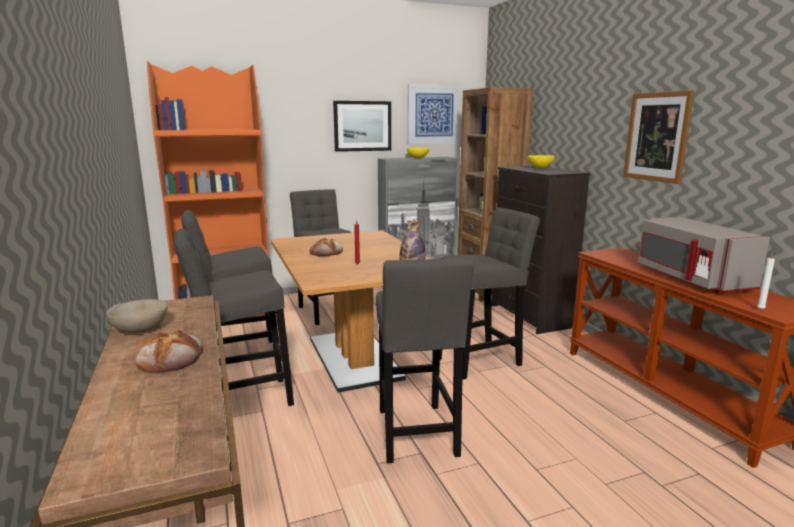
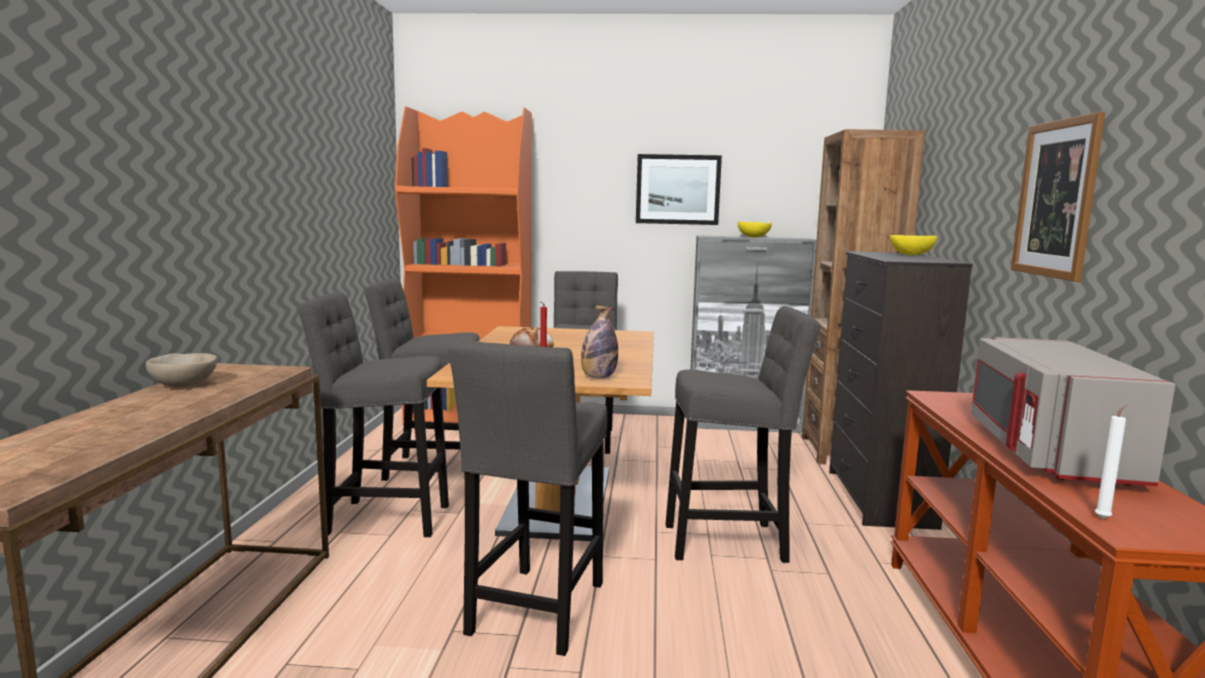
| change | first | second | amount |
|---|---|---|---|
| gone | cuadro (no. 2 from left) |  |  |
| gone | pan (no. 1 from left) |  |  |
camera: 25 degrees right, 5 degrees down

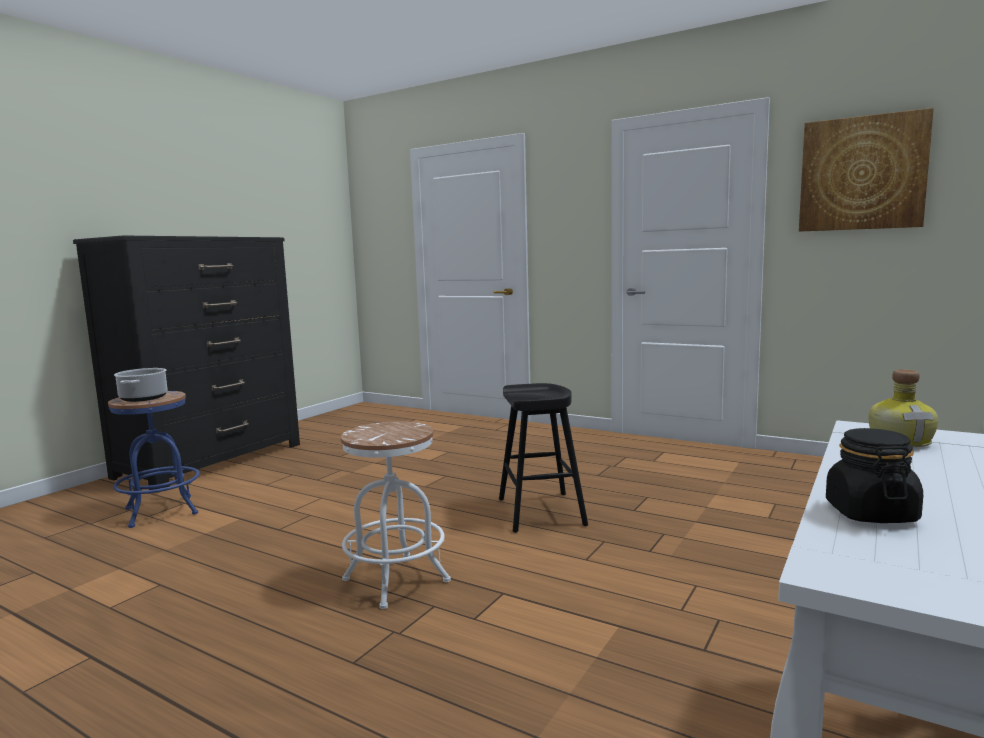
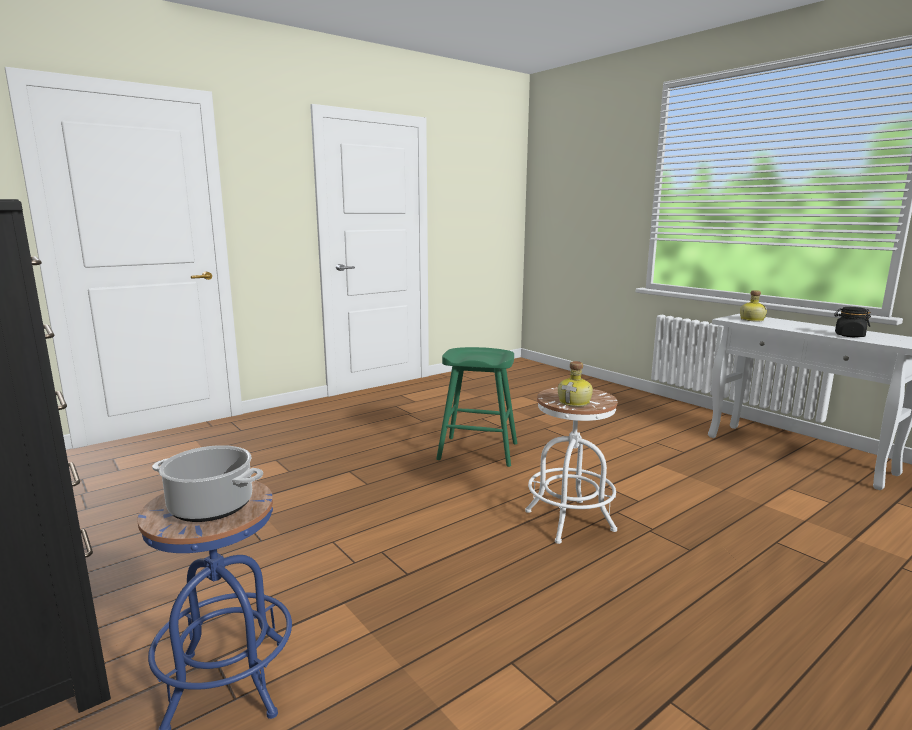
| change | first | second | amount |
|---|---|---|---|
| gone | cuadro |  |  |
| repainted | taburete/negro | taburete/verde |  |
| new |  | botella (no. 1 from left) |  |
camera: 70 degrees left, 5 degrees up

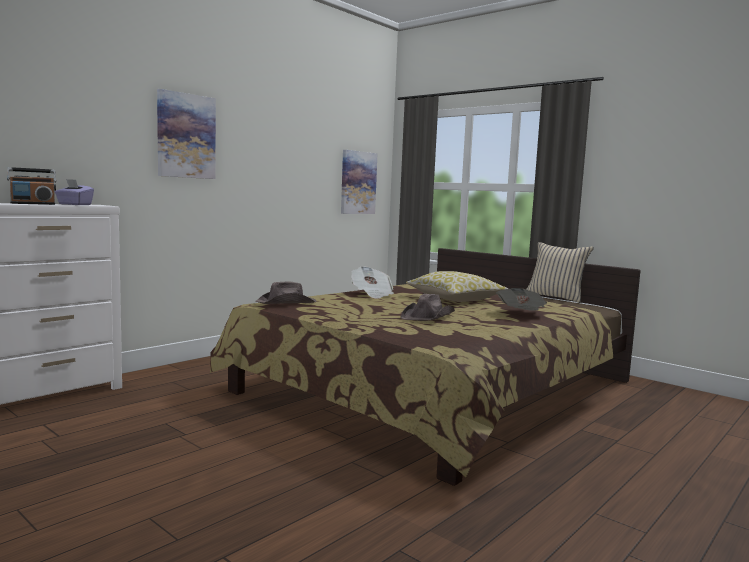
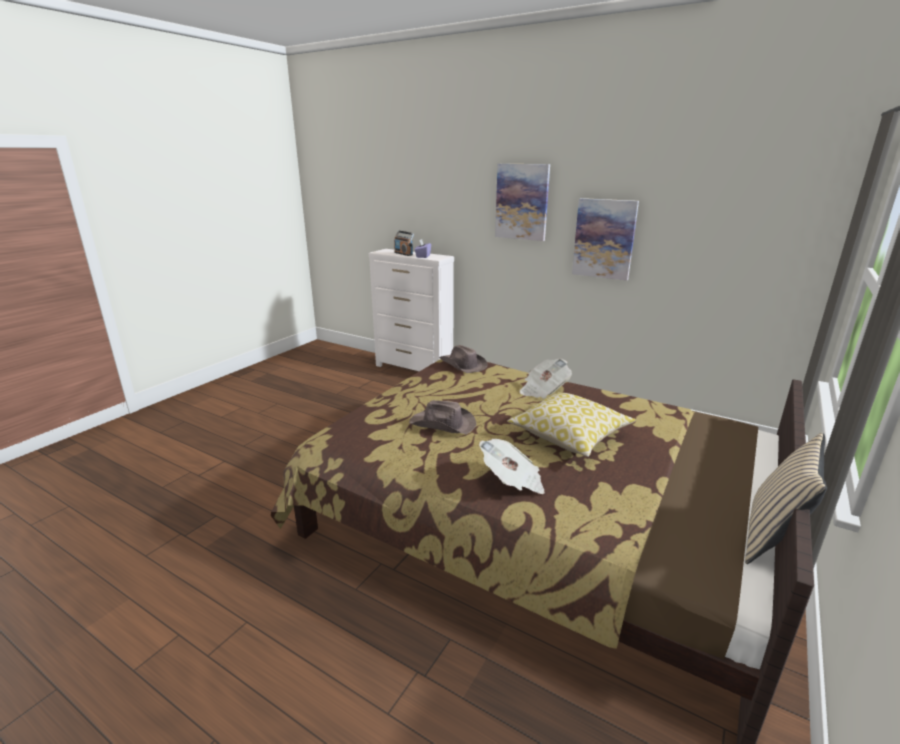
| change | first | second | amount |
|---|---|---|---|
| shifted | cuadro (no. 2 from left) |  |  |
camera: 80 degrees right, 15 degrees up

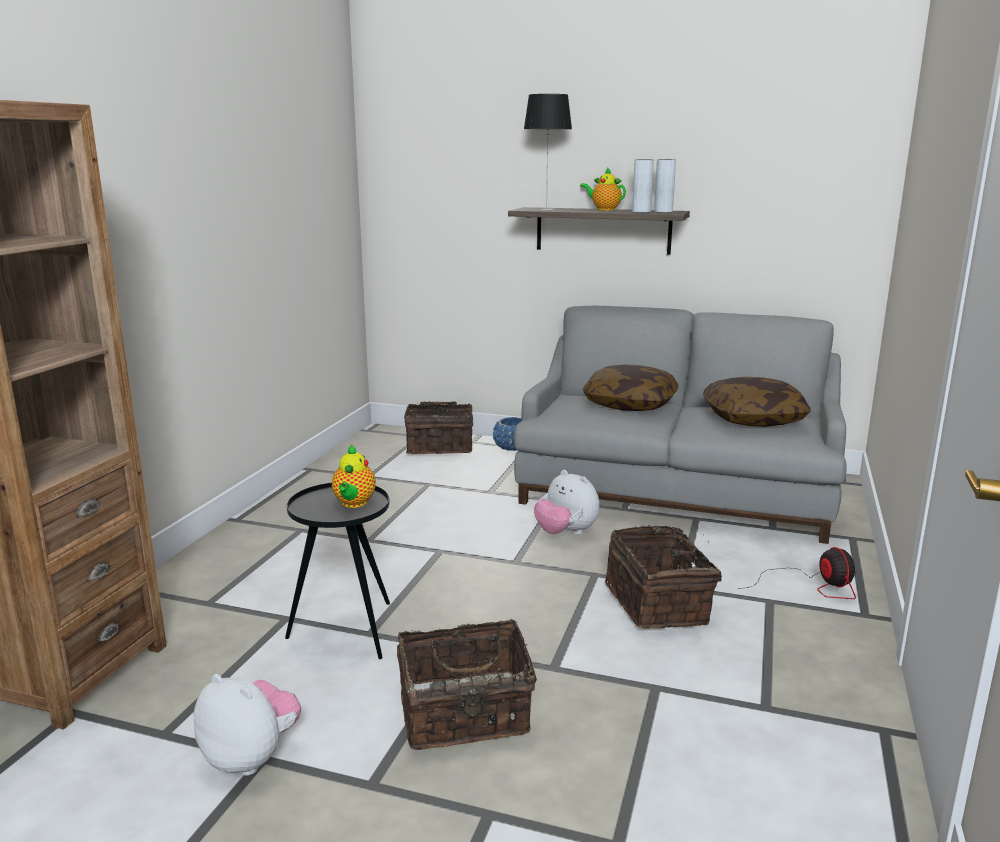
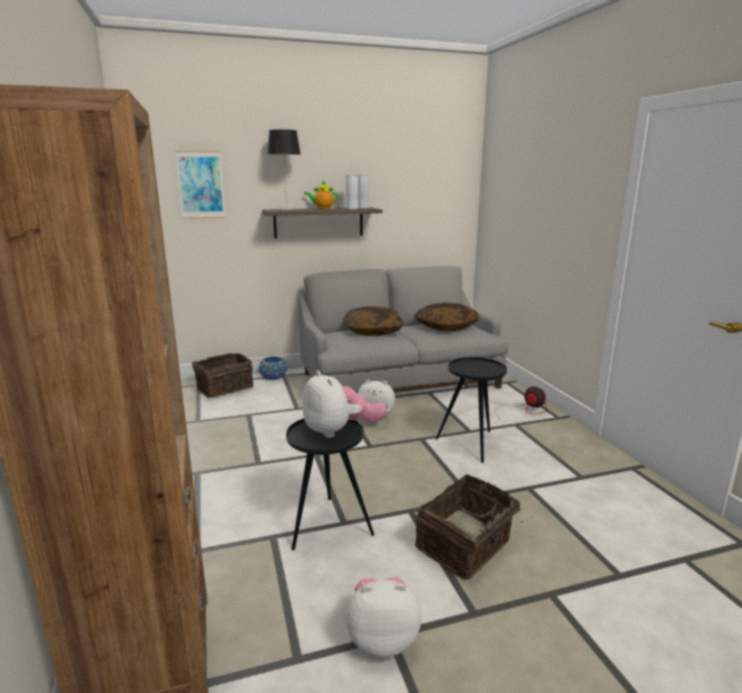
| change | first | second | amount |
|---|---|---|---|
| swapped | tetera (no. 1 from left) | peluche (no. 1 from left) |  |
| swapped | cesta (no. 3 from left) | mesa auxiliar/negro (no. 2 from left) |  |
| new |  | cuadro |  |
camera: 35 degrees left, 0 degrees up

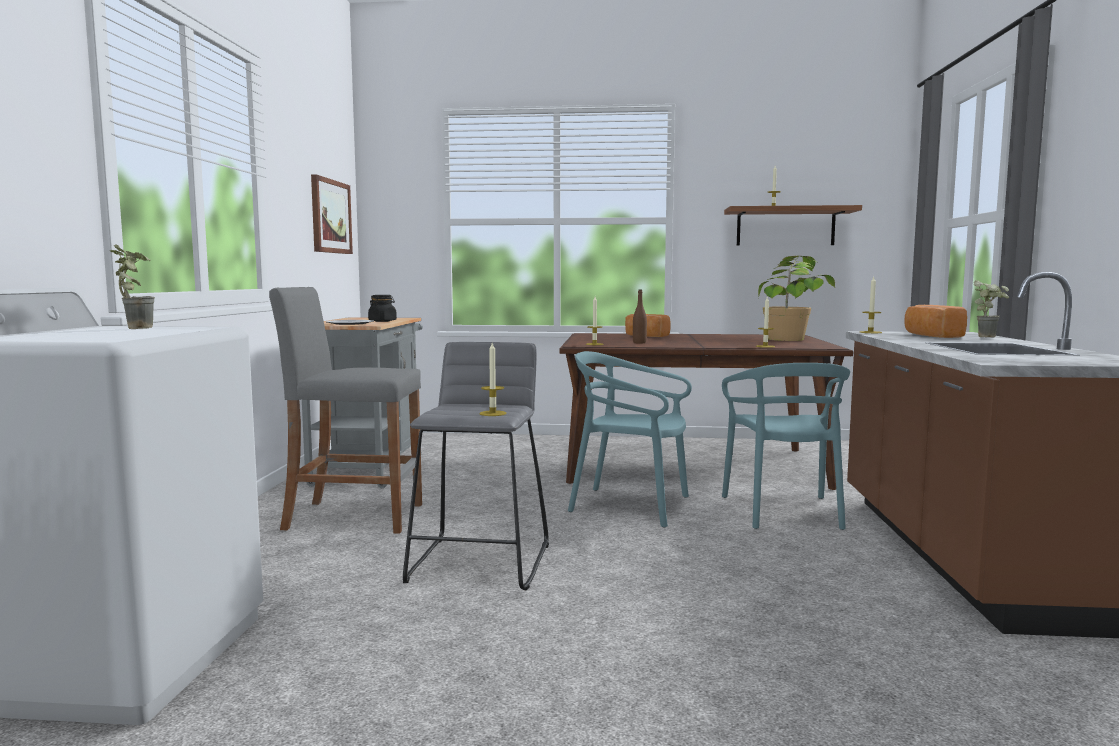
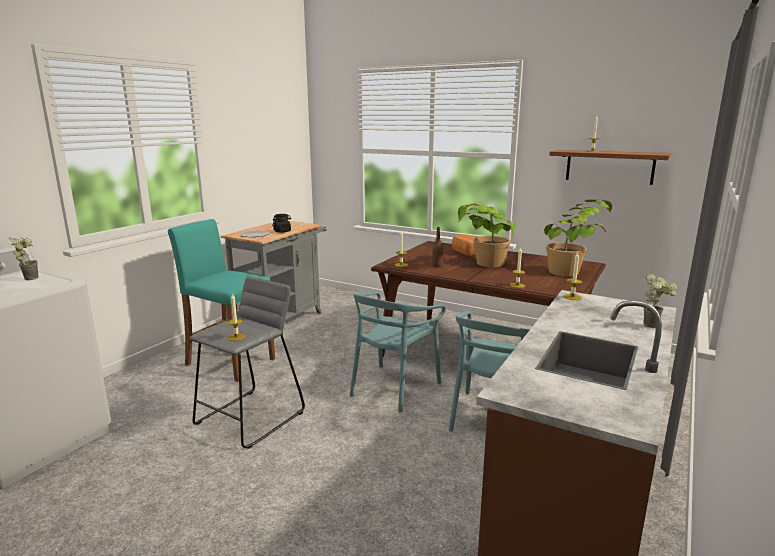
| change | first | second | amount |
|---|---|---|---|
| gone | cuadro |  |  |
| repainted | taburete/gris (no. 1 from left) | taburete/turquesa |  |
| gone | pan (no. 2 from left) |  |  |
| rotated | silla/turquesa (no. 1 from left) |  | 105 degrees counterclockwise |
| new |  | planta en maceta (no. 2 from left) |  |
camera: 25 degrees right, 10 degrees up

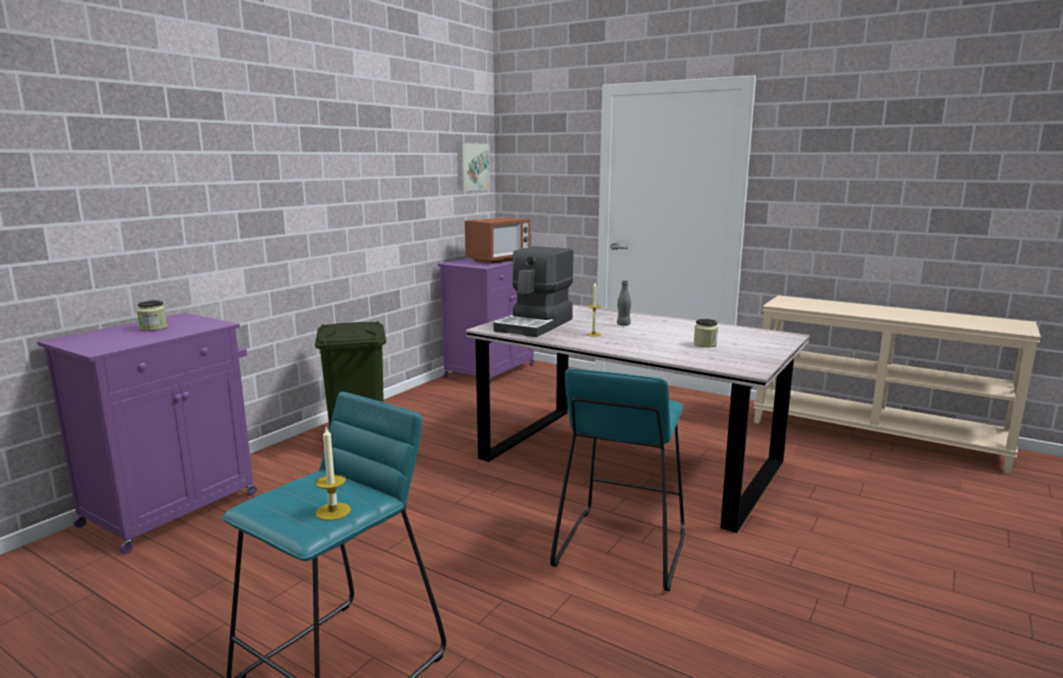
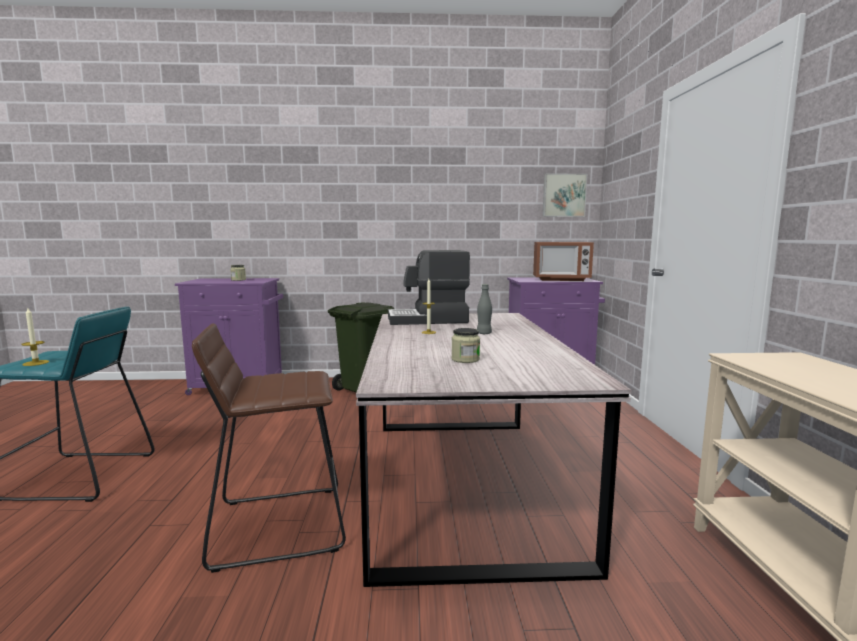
| change | first | second | amount |
|---|---|---|---|
| repainted | taburete/turquesa (no. 2 from left) | taburete/marrón |  |
camera: 55 degrees right, 5 degrees down

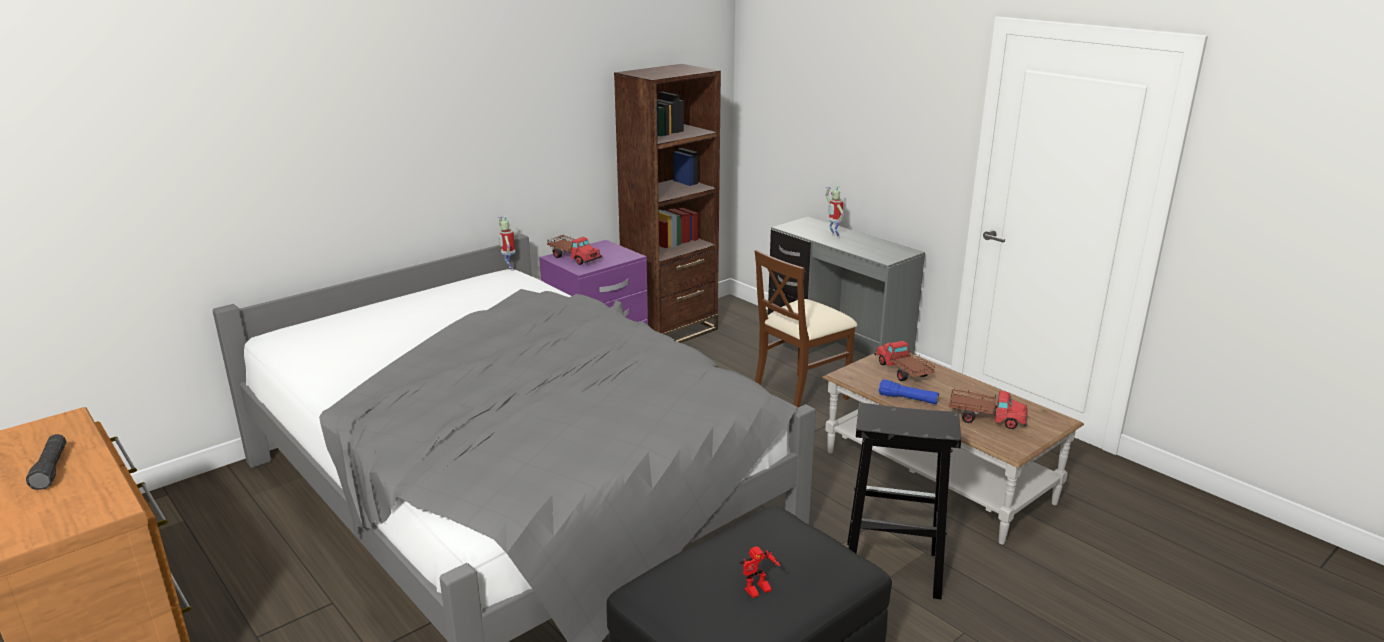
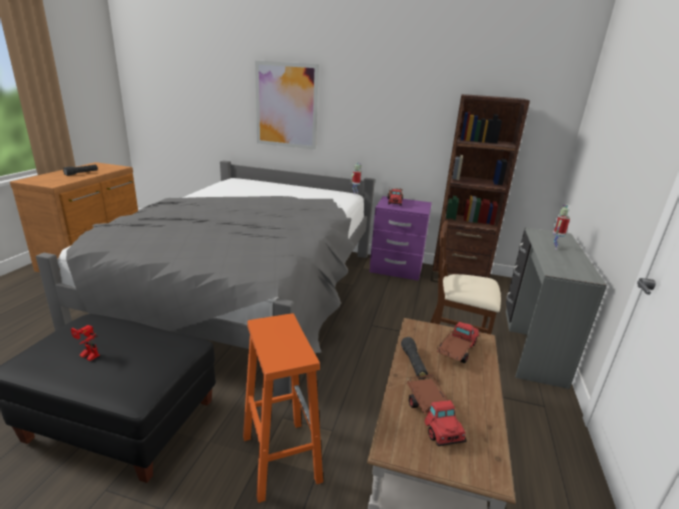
| change | first | second | amount |
|---|---|---|---|
| repainted | linterna/azul | linterna/negro (no. 2 from left) |  |
| repainted | taburete/negro | taburete/naranja |  |
| new |  | cuadro |  |
camera: 55 degrees right, 0 degrees up

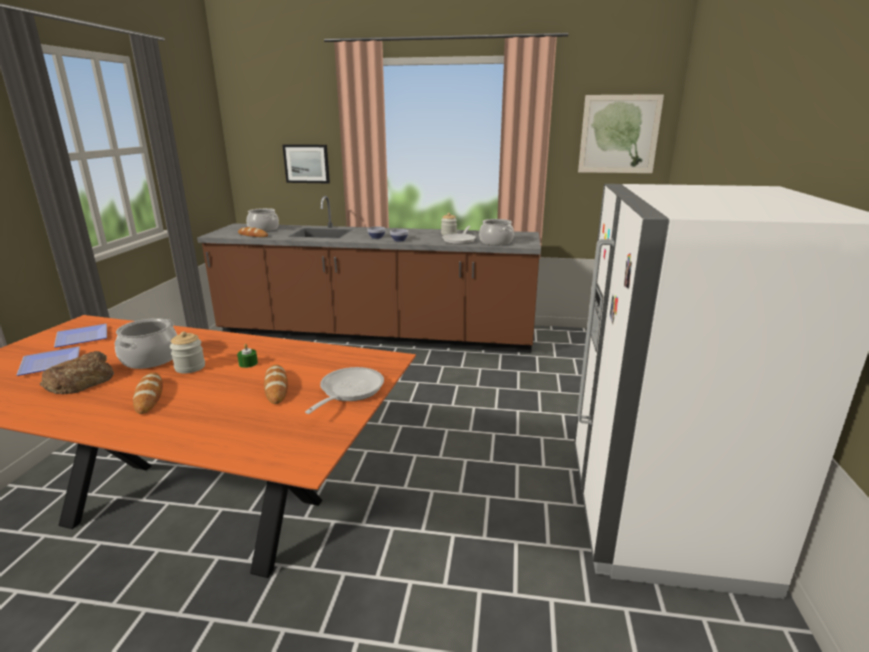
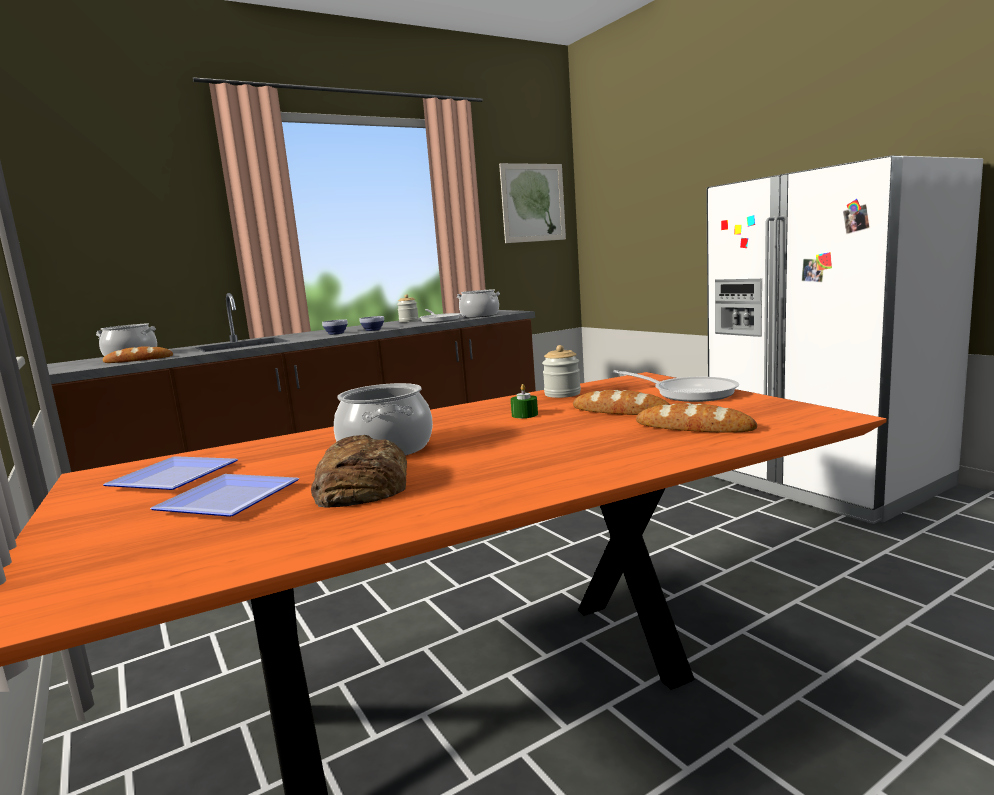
| change | first | second | amount |
|---|---|---|---|
| gone | cuadro (no. 1 from left) |  |  |
| shifted | tarro (no. 1 from left in the first image) | tarro (no. 2 from left) |  |
| rotated | sartén (no. 1 from left in the first image) | sartén (no. 2 from left) | 150 degrees clockwise |
| shifted | pan (no. 2 from left in the first image) | pan (no. 4 from left) |  |
camera: 40 degrees left, 10 degrees down

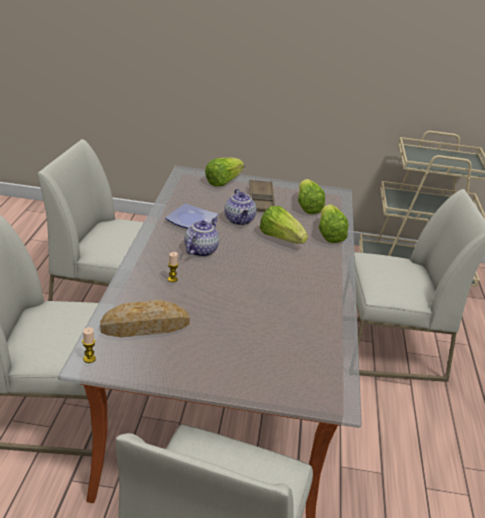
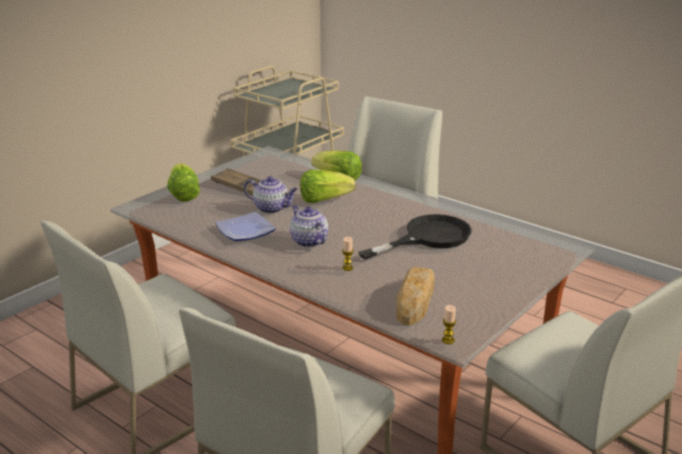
| change | first | second | amount |
|---|---|---|---|
| gone | lechuga (no. 3 from left) |  |  |
| new |  | sartén/negro |  |
camera: 55 degrees left, 5 degrees down

